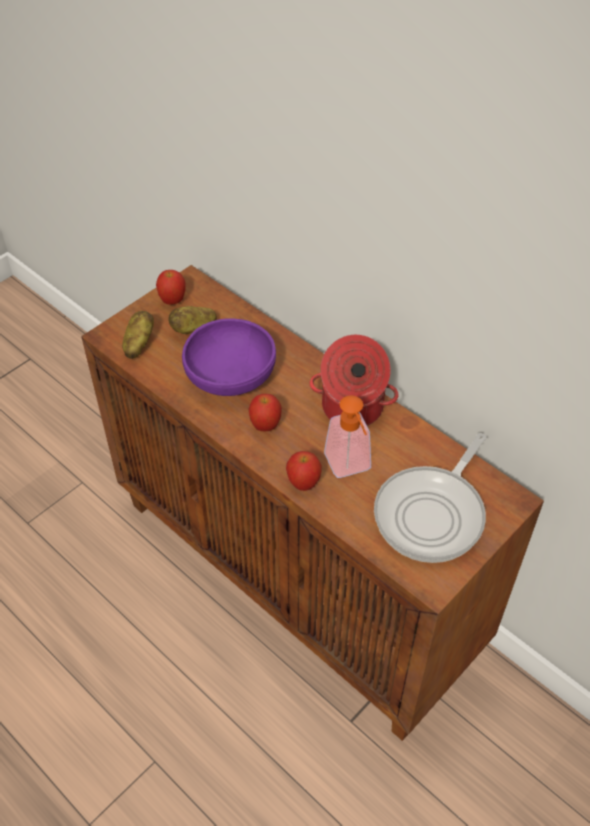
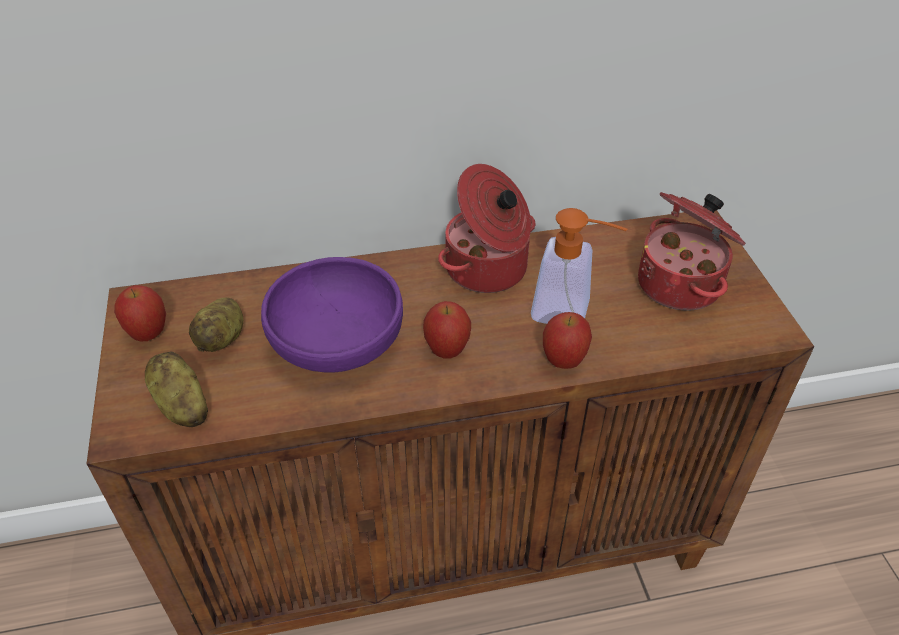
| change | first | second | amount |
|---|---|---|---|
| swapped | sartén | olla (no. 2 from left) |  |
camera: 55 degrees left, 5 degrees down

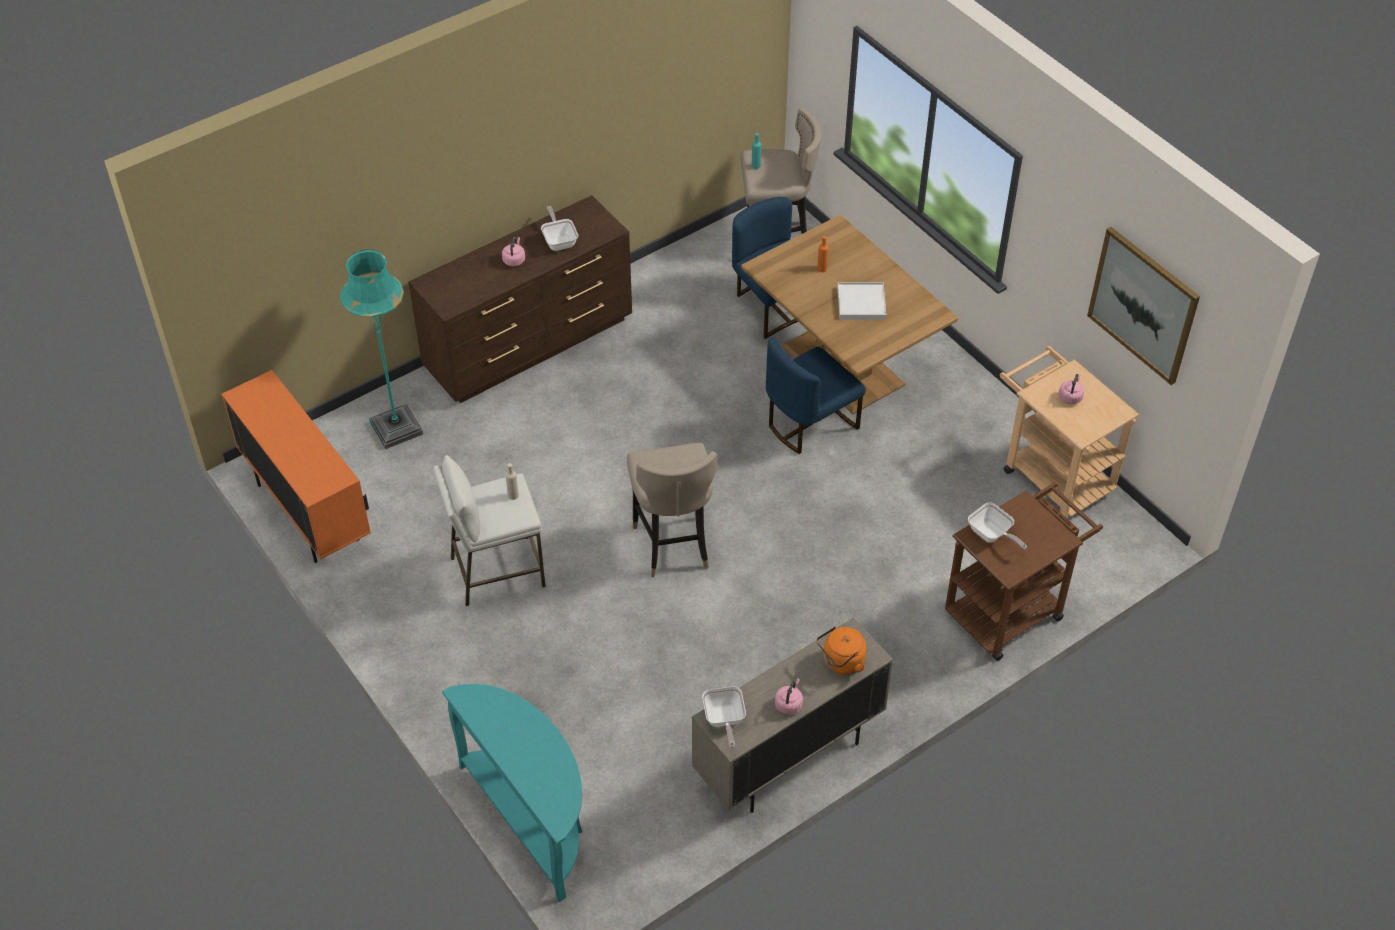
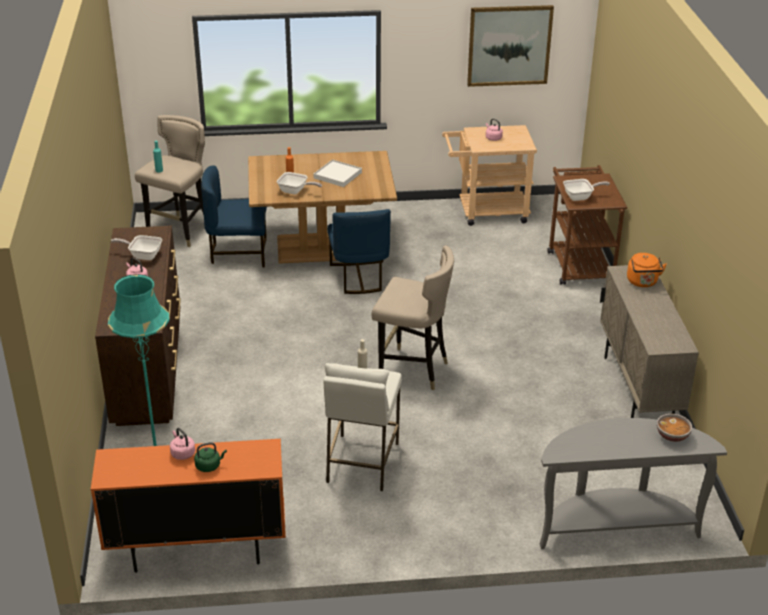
| change | first | second | amount |
|---|---|---|---|
| shifted | hervidor/rosa (no. 2 from left) |  |  |
| repainted | mesa consola/turquesa | mesa consola/gris |  |
| shifted | sartén (no. 2 from left) |  |  |
| new |  | cuenco |  |
| new |  | hervidor/verde |  |
camera: 60 degrees left, 15 degrees down

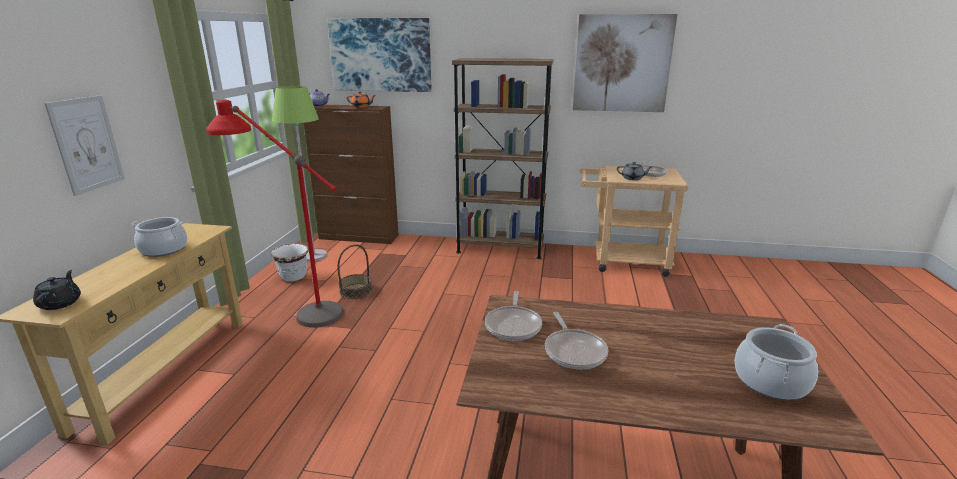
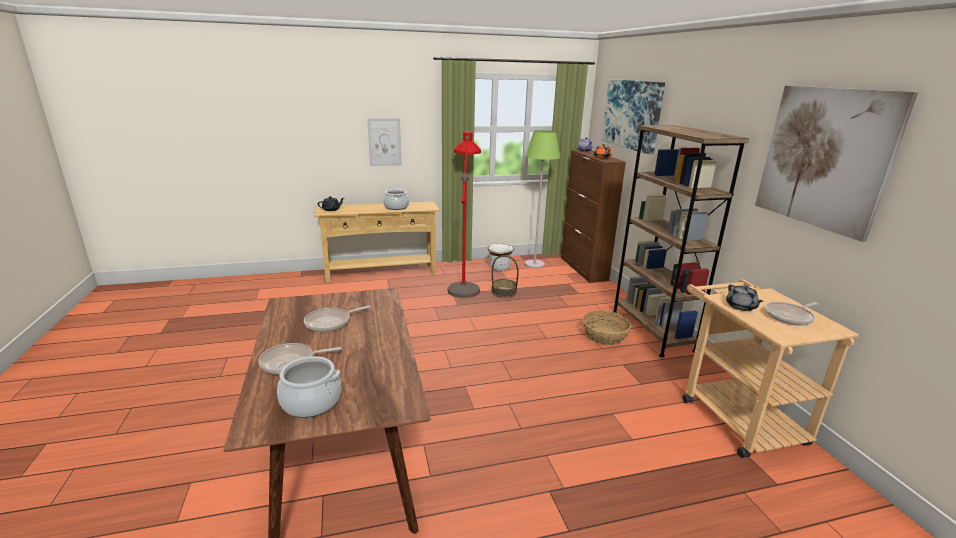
| change | first | second | amount |
|---|---|---|---|
| shifted | sartén (no. 1 from left) |  |  |
| new |  | cesta (no. 2 from left) |  |
camera: 65 degrees right, 0 degrees up

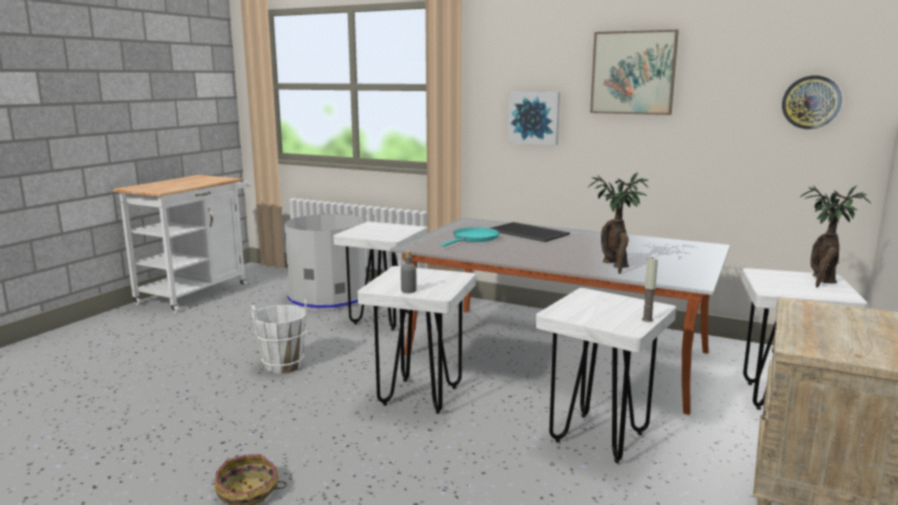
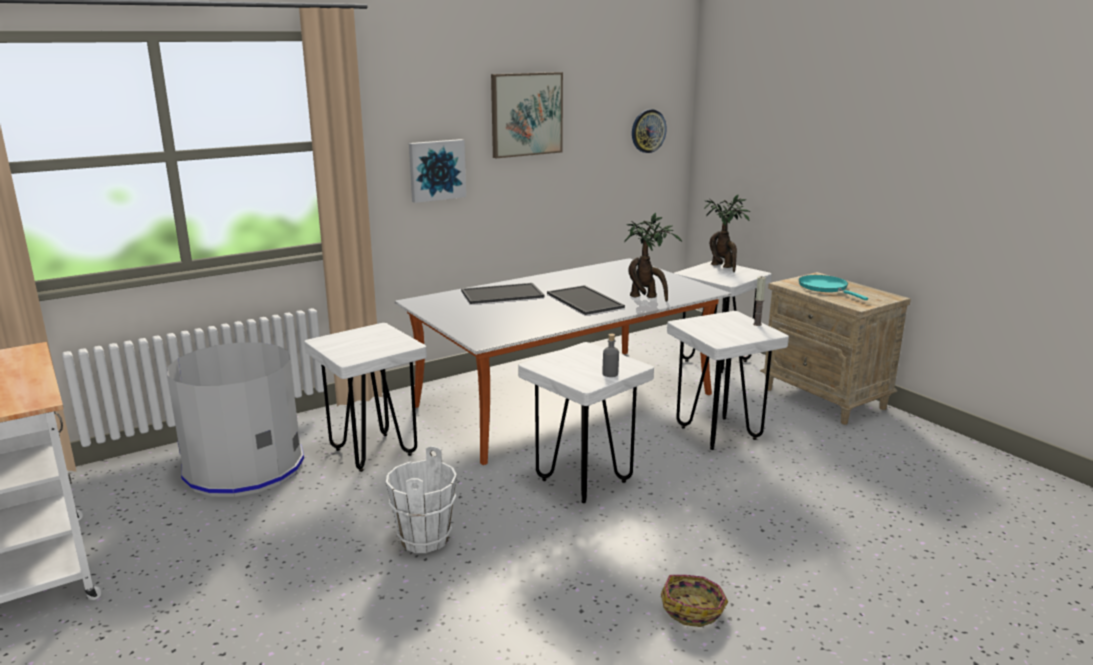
| change | first | second | amount |
|---|---|---|---|
| shifted | sartén/turquesa |  |  |
| new |  | bandeja (no. 2 from left) |  |
camera: 60 degrees left, 5 degrees up

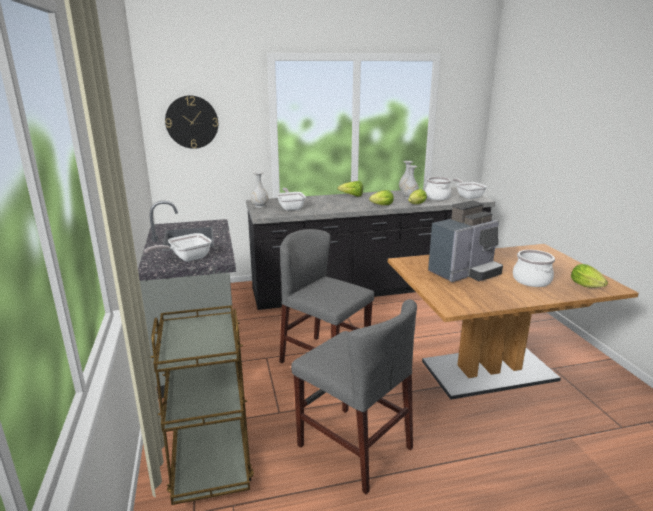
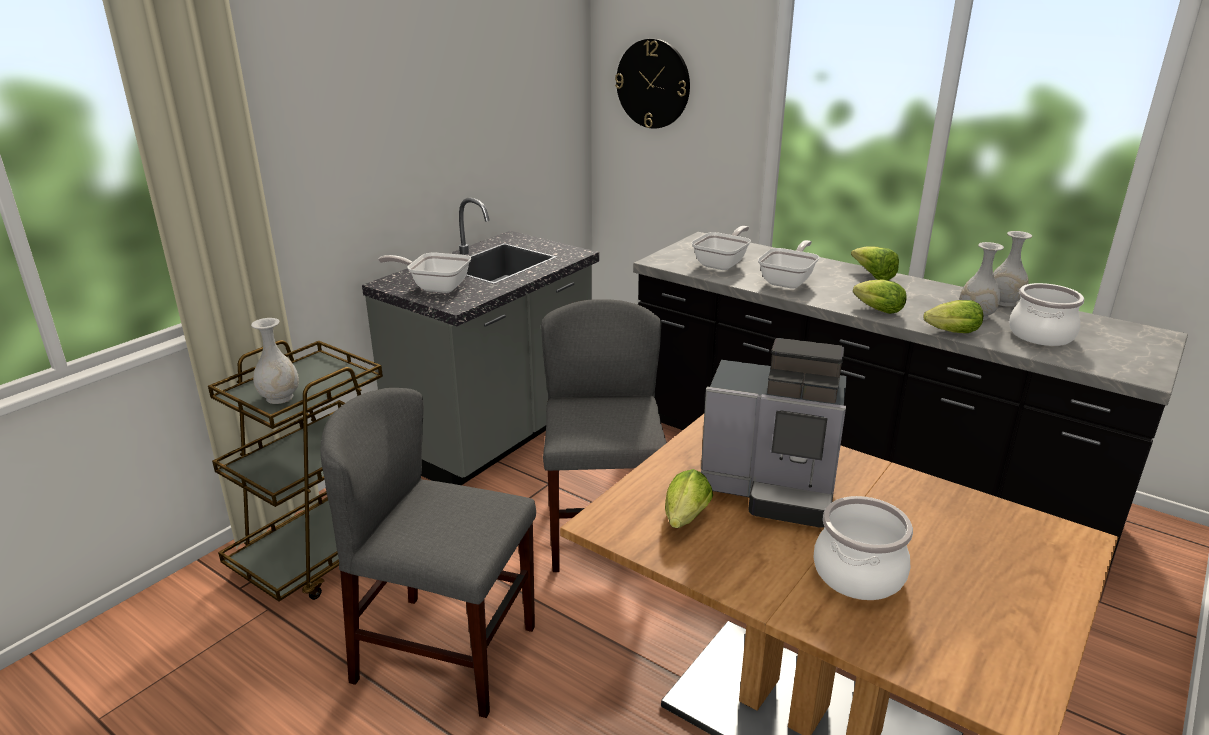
| change | first | second | amount |
|---|---|---|---|
| shifted | florero/blanco (no. 1 from left) |  |  |
| shifted | sartén (no. 3 from left) |  |  |
| shifted | lechuga (no. 4 from left in the first image) | lechuga (no. 1 from left) |  |
| rotated | silla/gris (no. 2 from left in the first image) | silla/gris (no. 1 from left) | 105 degrees clockwise |
camera: 50 degrees right, 5 degrees up

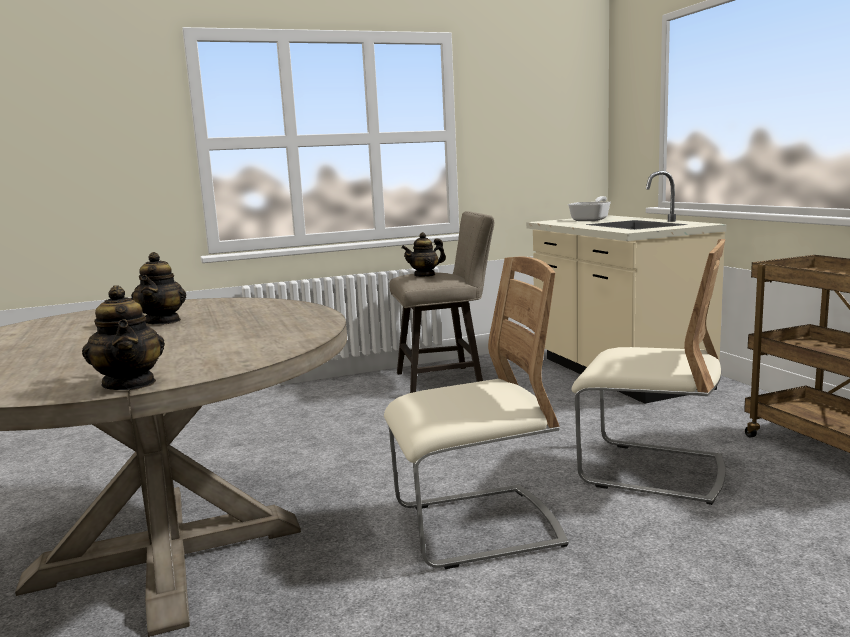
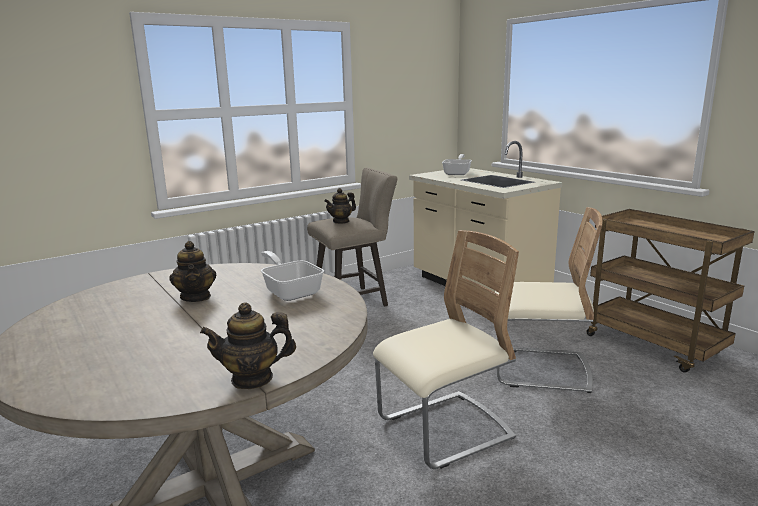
| change | first | second | amount |
|---|---|---|---|
| rotated | tetera (no. 1 from left in the first image) | tetera (no. 2 from left) | 120 degrees clockwise |
| new |  | sartén (no. 1 from left) |  |
camera: 15 degrees left, 5 degrees up

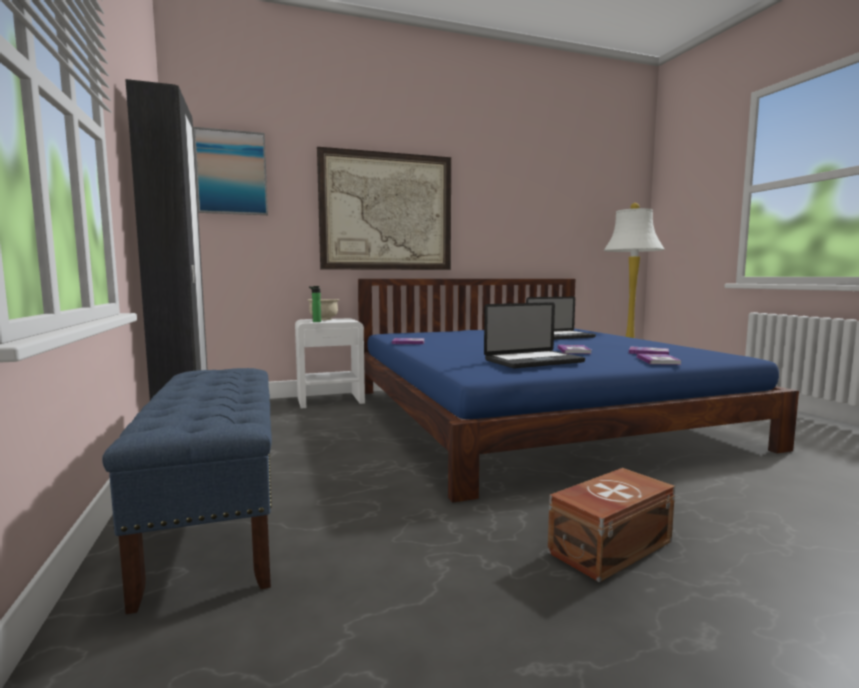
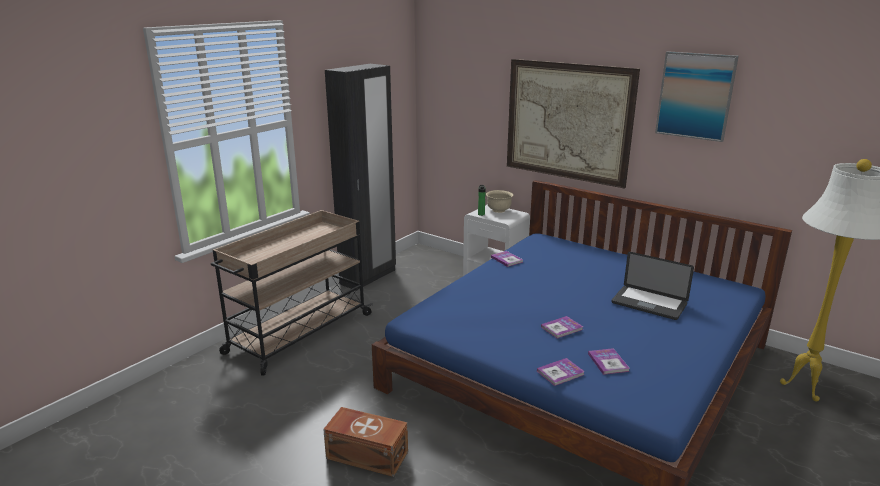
| change | first | second | amount |
|---|---|---|---|
| shifted | cuadro (no. 1 from left in the first image) | cuadro (no. 2 from left) |  |
| gone | portátil (no. 1 from left) |  |  |
| swapped | banco/azul | carrito/beis |  |
camera: 55 degrees right, 15 degrees up

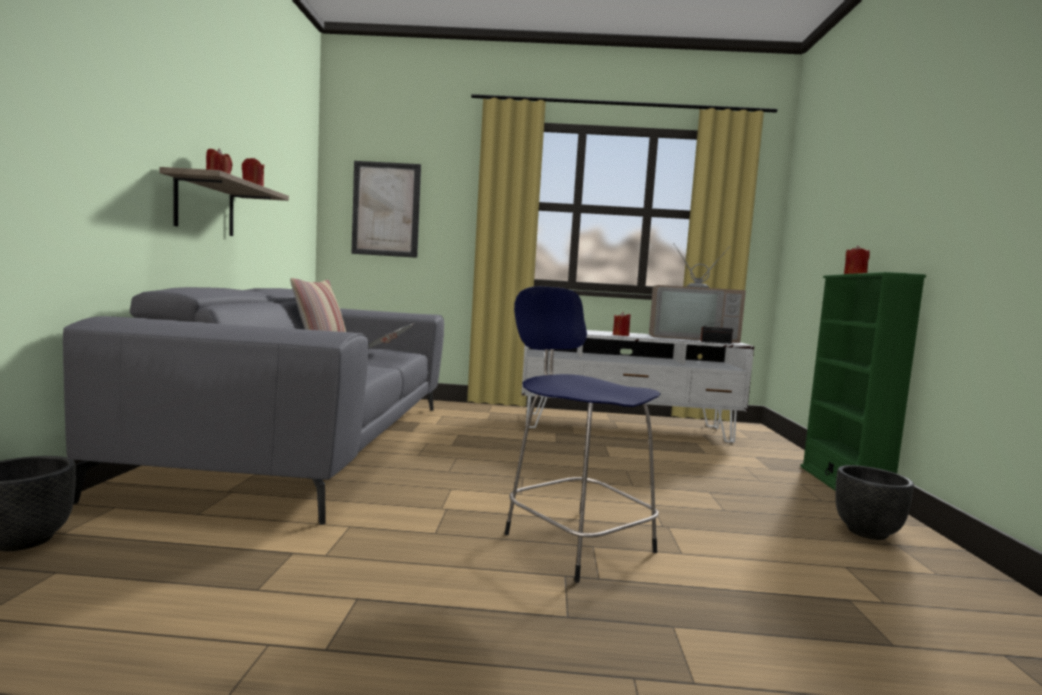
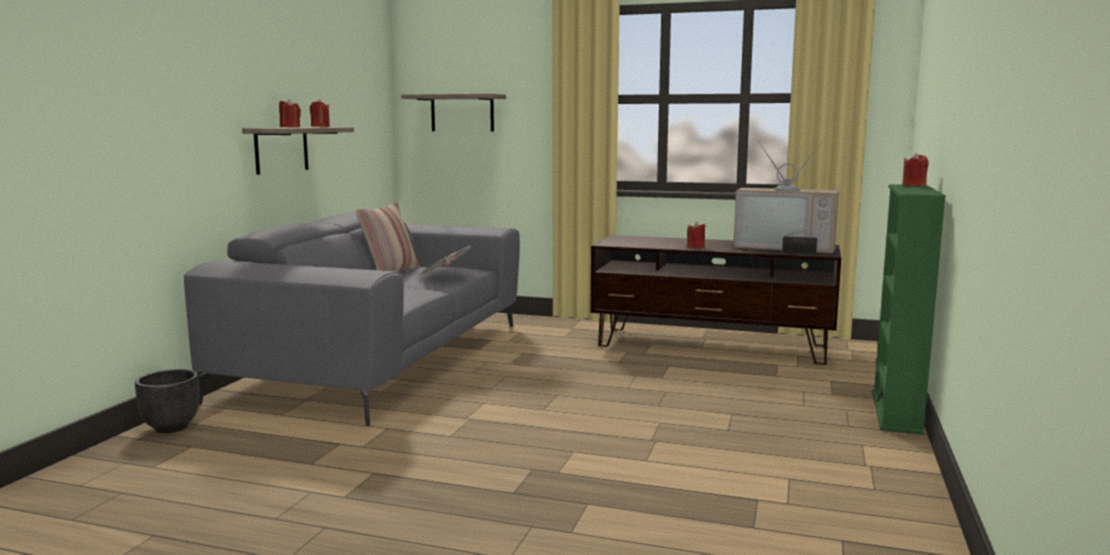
| change | first | second | amount |
|---|---|---|---|
| swapped | cuadro | estante (no. 2 from left) |  |
| gone | taburete/azul |  |  |
| repainted | mueble de televisión/blanco | mueble de televisión/marrón |  |
| gone | maceta/negro (no. 2 from left) |  |  |
camera: 15 degrees right, 5 degrees up

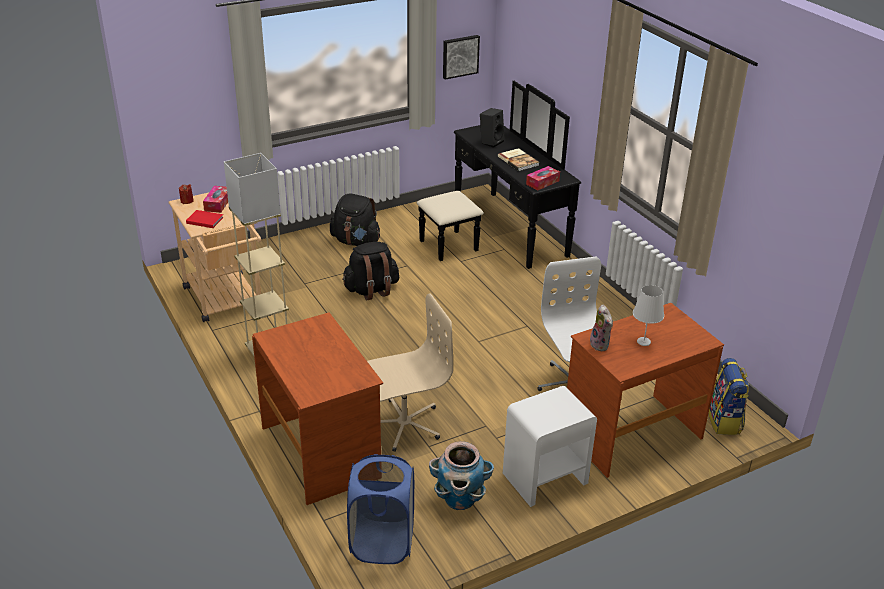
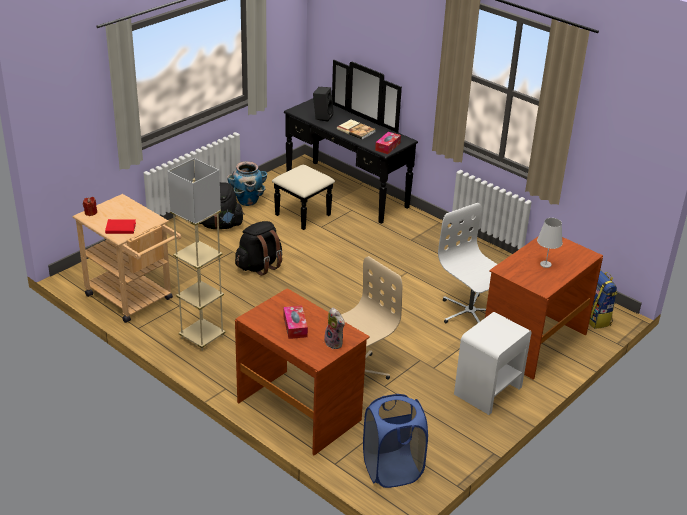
| change | first | second | amount |
|---|---|---|---|
| gone | cuadro |  |  |
| shifted | caja de pañuelos (no. 1 from left) |  |  |
| shifted | peluche |  |  |
| shifted | maceta |  |  |
camera: 20 degrees left, 0 degrees up

